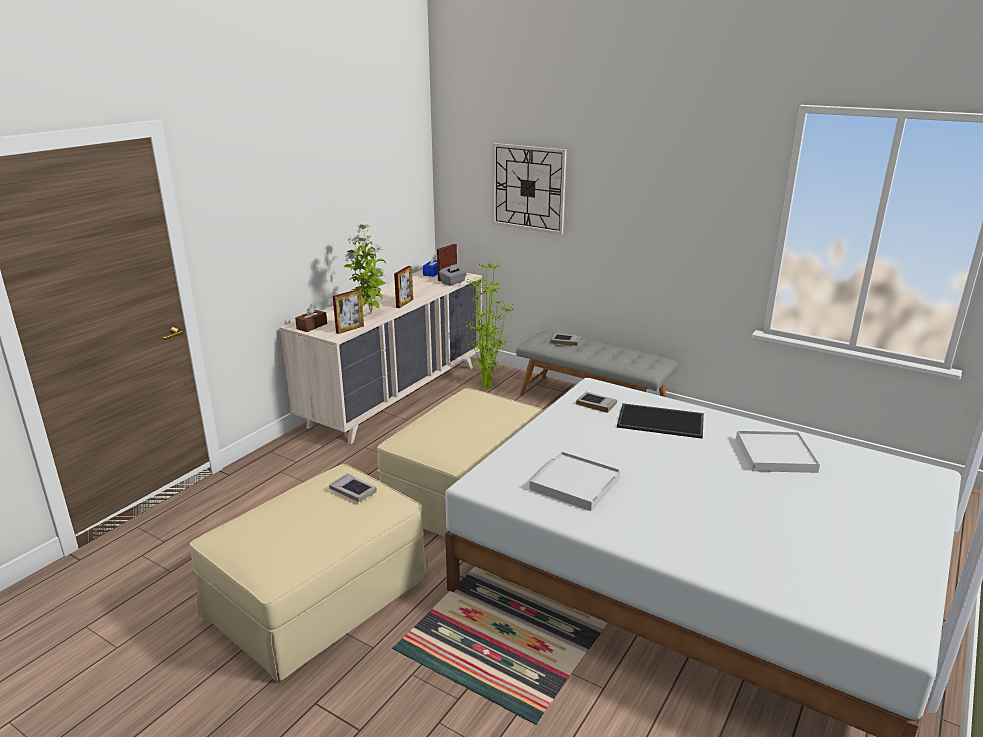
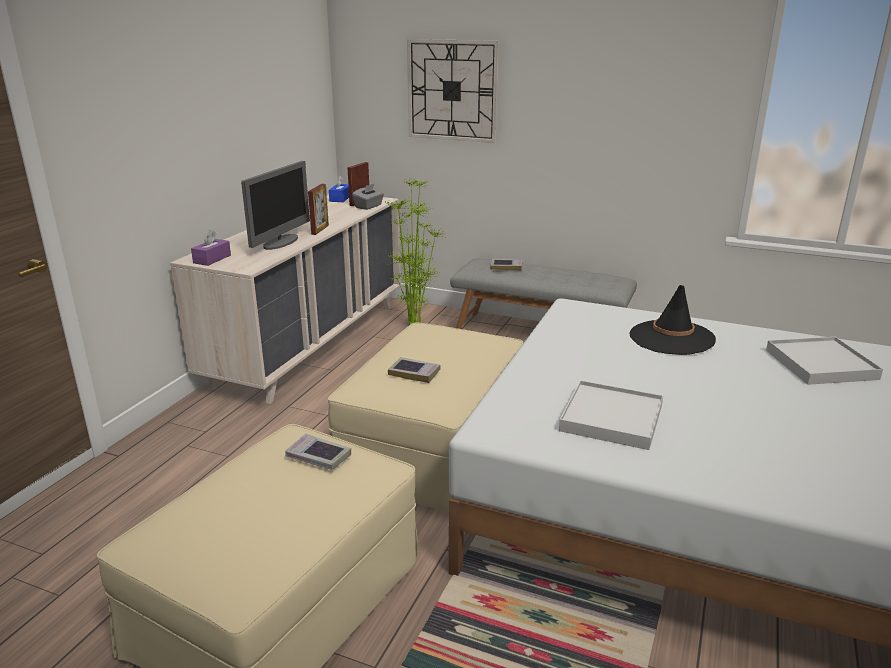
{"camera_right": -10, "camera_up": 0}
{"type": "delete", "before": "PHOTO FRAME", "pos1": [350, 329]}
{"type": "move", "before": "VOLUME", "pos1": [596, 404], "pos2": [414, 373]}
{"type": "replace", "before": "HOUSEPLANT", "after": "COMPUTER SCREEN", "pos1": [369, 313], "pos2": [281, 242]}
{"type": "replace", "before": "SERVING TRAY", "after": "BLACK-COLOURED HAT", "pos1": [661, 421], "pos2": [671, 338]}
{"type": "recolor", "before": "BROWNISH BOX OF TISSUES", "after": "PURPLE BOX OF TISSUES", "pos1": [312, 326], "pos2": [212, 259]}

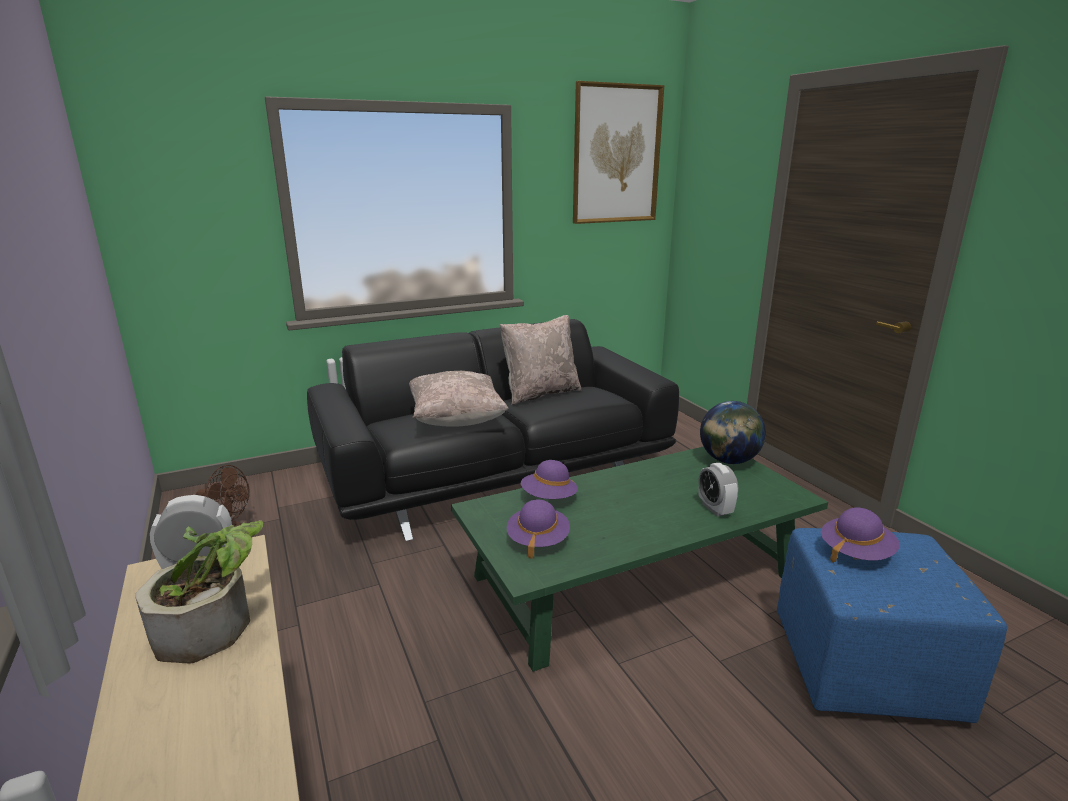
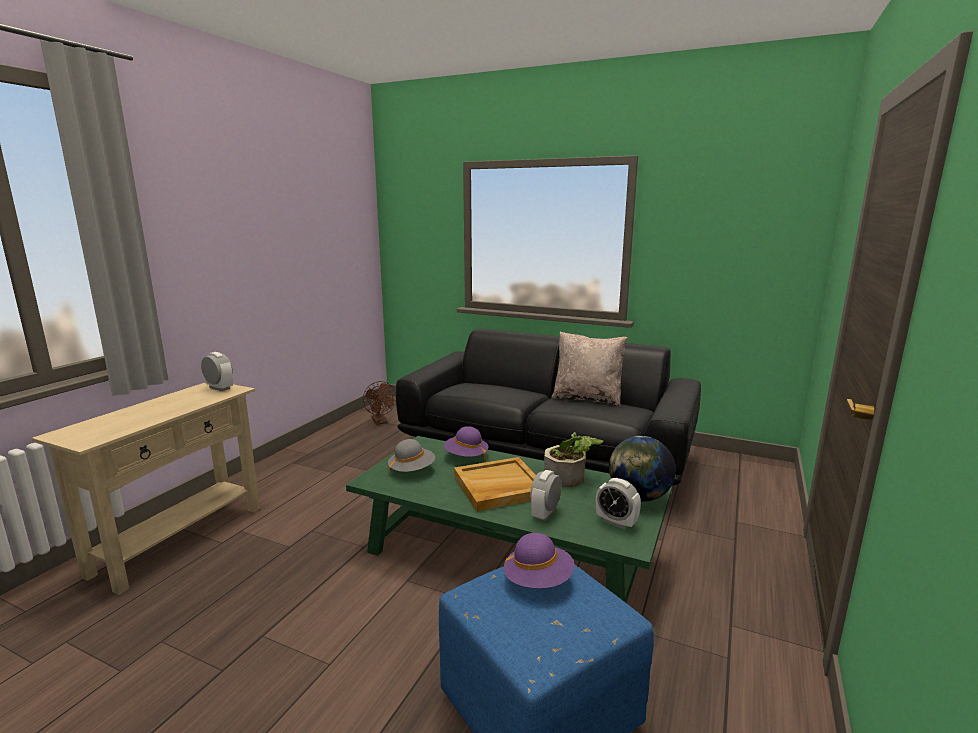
{"camera_right": 50, "camera_up": -5}
{"type": "delete", "before": "BEIGE THROW PILLOW", "pos1": [456, 420]}
{"type": "delete", "before": "PICTURE", "pos1": [616, 155]}
{"type": "insert", "after": "BEIGE SERVING TRAY", "pos2": [498, 487]}
{"type": "insert", "after": "ALARM CLOCK", "pos2": [616, 522]}
{"type": "move", "before": "HOUSEPLANT", "pos1": [215, 623], "pos2": [570, 477]}
{"type": "recolor", "before": "PURPLE HAT", "after": "GREYISH HAT", "pos1": [538, 540], "pos2": [412, 470]}

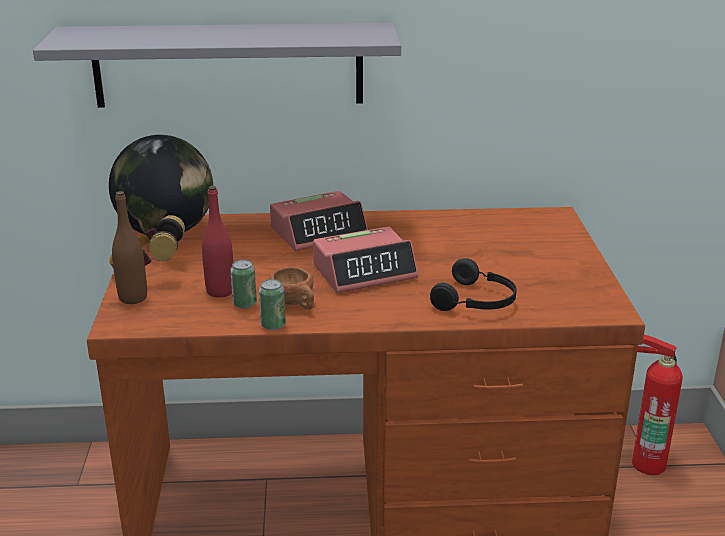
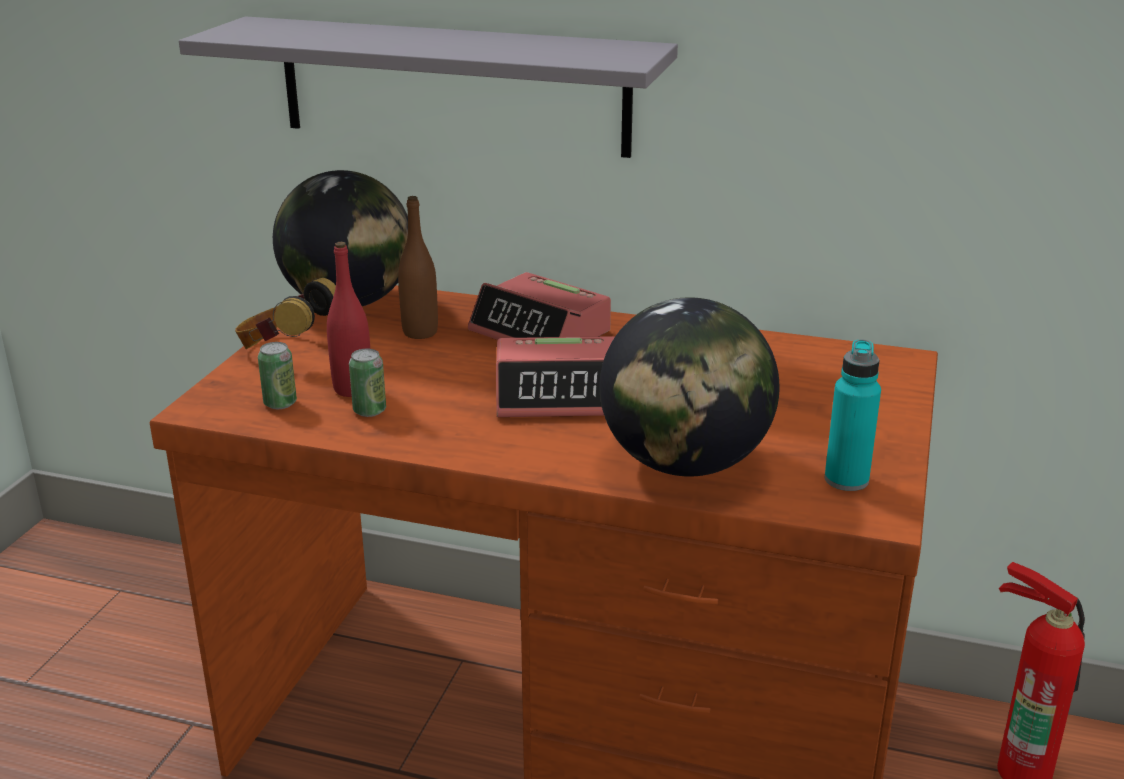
{"camera_right": 20, "camera_up": 0}
{"type": "delete", "before": "BROWNISH DRINKING CUP", "pos1": [296, 304]}
{"type": "insert", "after": "TURQUOISE DRINK BOTTLE", "pos2": [846, 480]}
{"type": "move", "before": "BROWNISH DRINK BOTTLE", "pos1": [133, 298], "pos2": [420, 332]}
{"type": "move", "before": "SEALED CAN", "pos1": [273, 325], "pos2": [280, 403]}
{"type": "replace", "before": "BLACK-COLOURED HEADSET", "after": "DESK GLOBE", "pos1": [476, 301], "pos2": [684, 464]}
{"type": "rotate", "before": "ALARM CLOCK", "pos1": [319, 232], "pos2": [540, 332], "turn": 45}

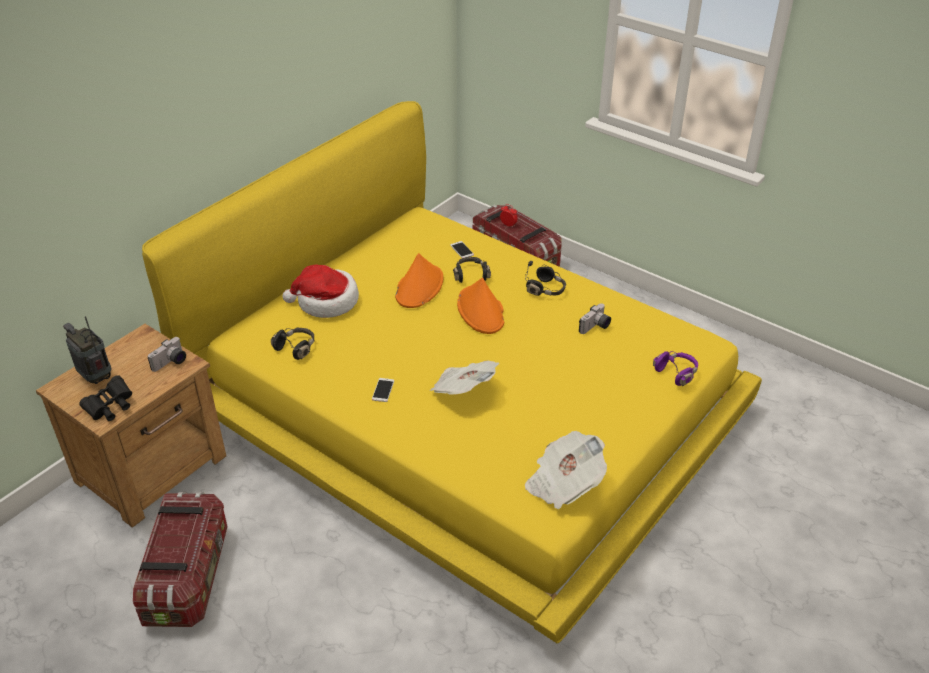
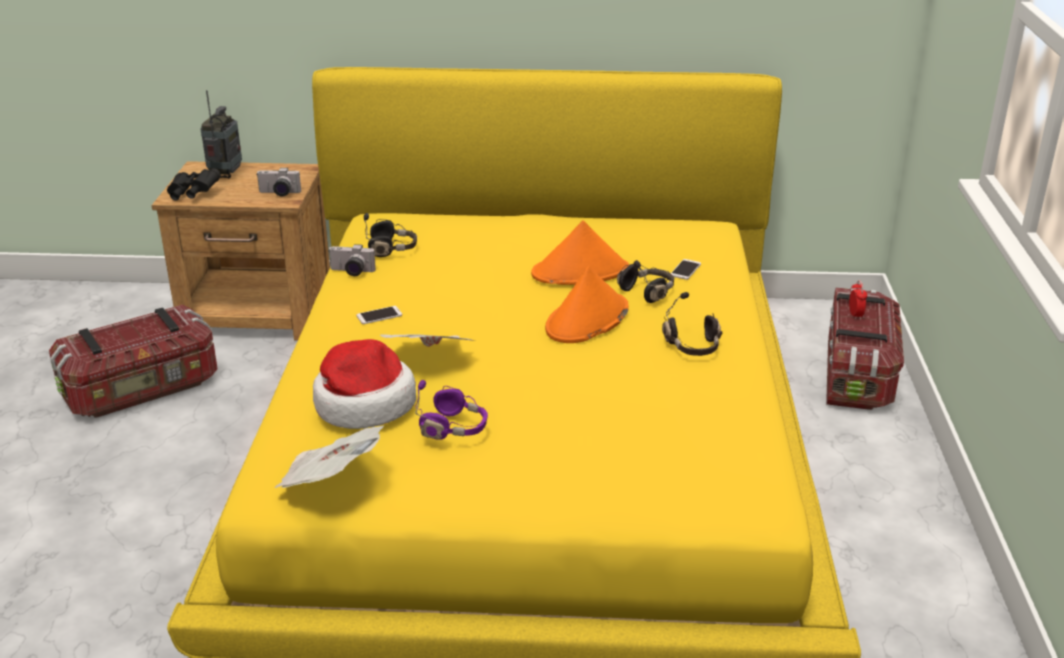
{"camera_right": 55, "camera_up": -10}
{"type": "move", "before": "HAT", "pos1": [326, 302], "pos2": [363, 404]}
{"type": "move", "before": "STILL CAMERA", "pos1": [595, 327], "pos2": [351, 272]}
{"type": "move", "before": "PURPLE HEADSET", "pos1": [676, 373], "pos2": [454, 428]}

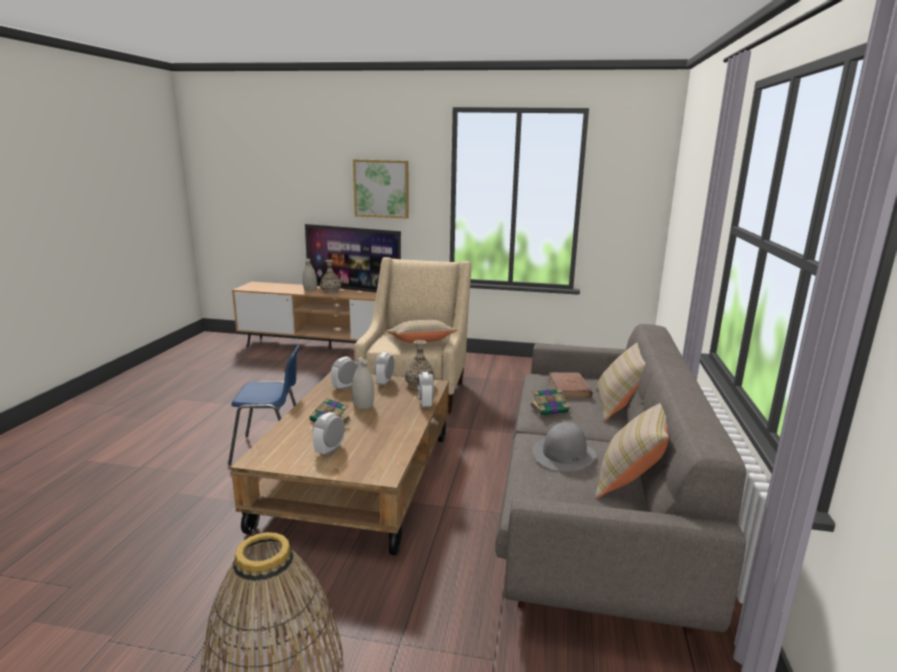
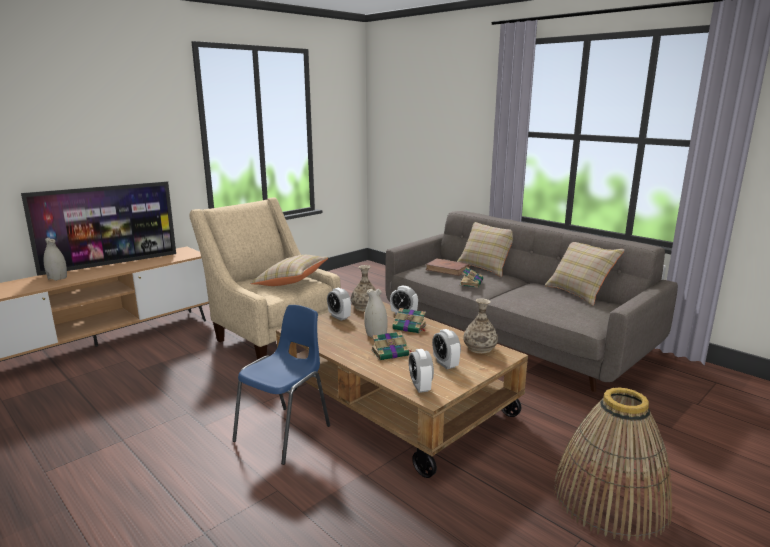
{"camera_right": -55, "camera_up": 0}
{"type": "delete", "before": "PICTURE", "pos1": [381, 188]}
{"type": "delete", "before": "GREYISH HAT", "pos1": [564, 454]}
{"type": "insert", "after": "VOLUME", "pos2": [410, 327]}
{"type": "move", "before": "VASE", "pos1": [331, 291], "pos2": [480, 348]}
{"type": "move", "before": "ALARM CLOCK", "pos1": [345, 387], "pos2": [420, 386]}

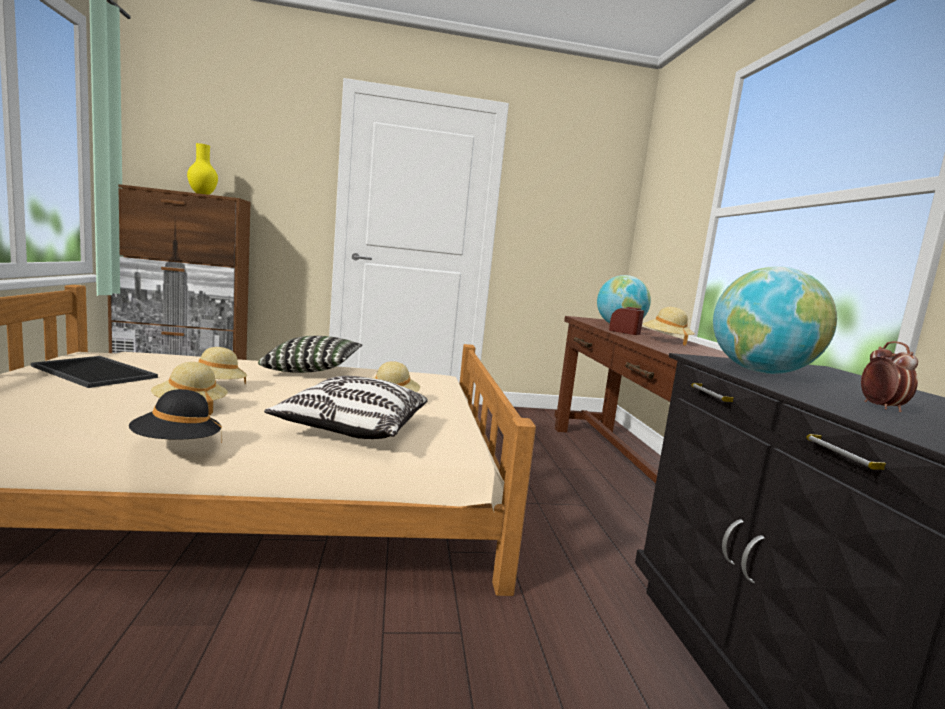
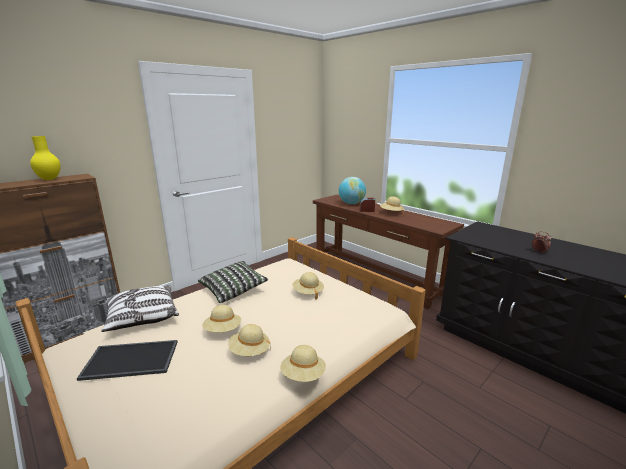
{"camera_right": -35, "camera_up": 10}
{"type": "delete", "before": "DESK GLOBE", "pos1": [760, 372]}
{"type": "move", "before": "THROW PILLOW", "pos1": [352, 428], "pos2": [142, 317]}
{"type": "recolor", "before": "BLACK-COLOURED HAT", "after": "BEIGE HAT", "pos1": [176, 445], "pos2": [303, 375]}

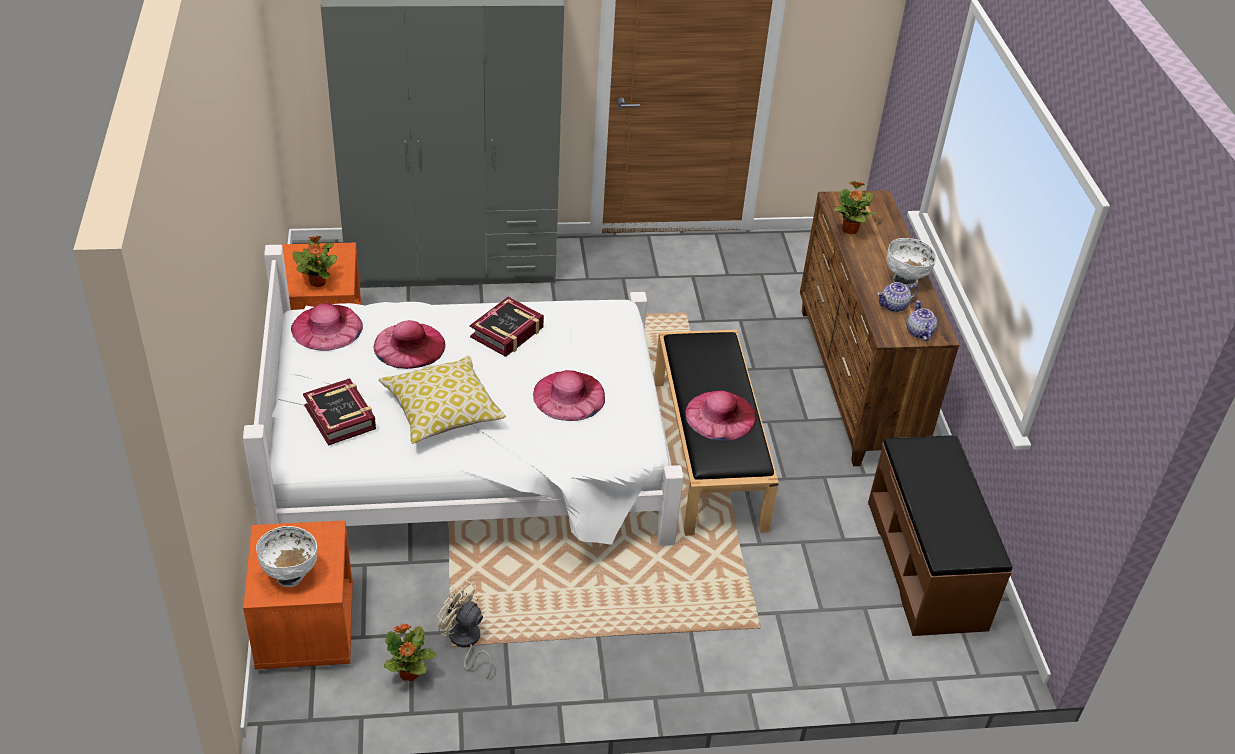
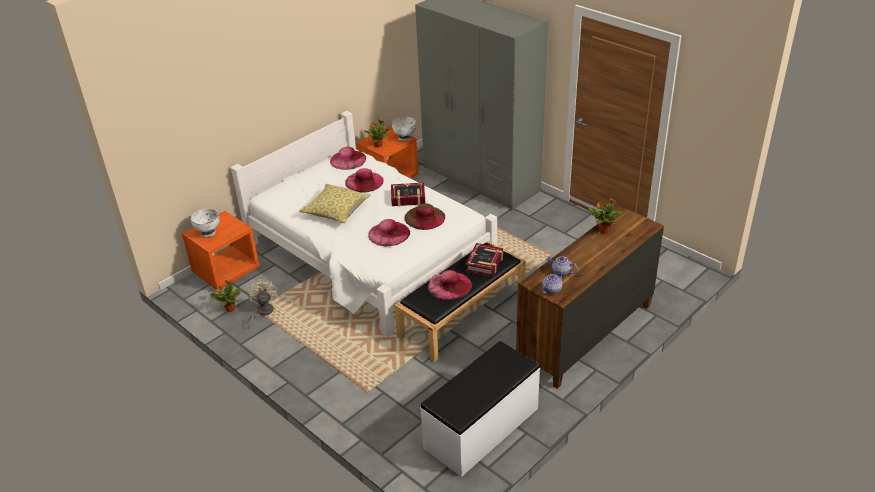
{"camera_right": 55, "camera_up": -5}
{"type": "insert", "after": "BROWNISH HAT", "pos2": [425, 217]}
{"type": "move", "before": "VOLUME", "pos1": [340, 417], "pos2": [484, 263]}
{"type": "move", "before": "WHITE-COLOURED DEEP DISH", "pos1": [905, 281], "pos2": [404, 138]}
{"type": "recolor", "before": "BROWNISH BENCH", "after": "WHITE-COLOURED BENCH", "pos1": [927, 564], "pos2": [482, 428]}

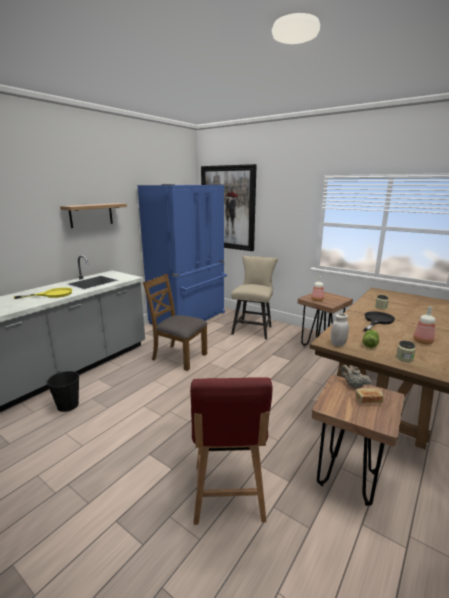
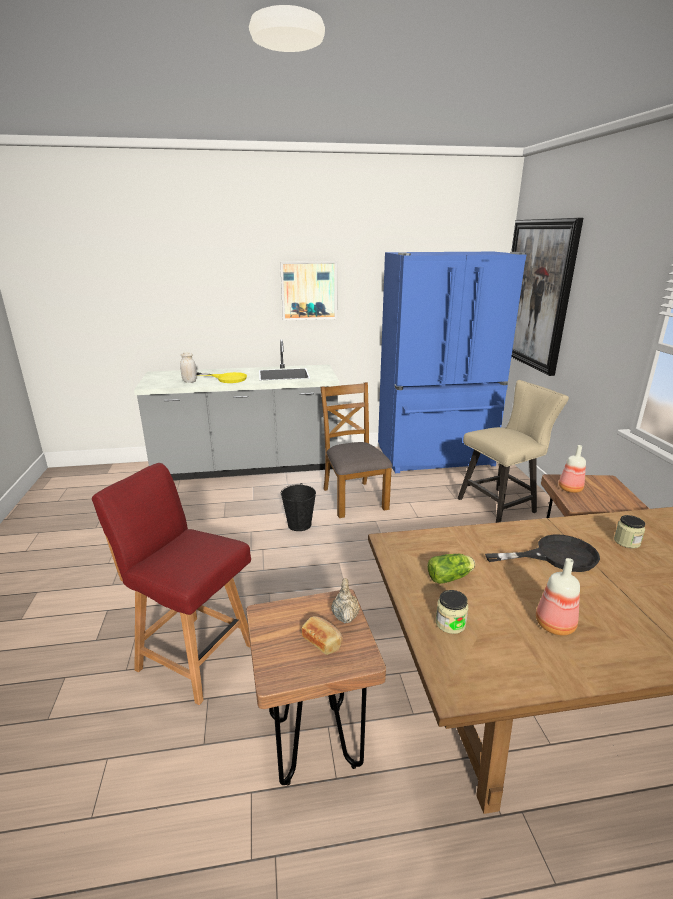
{"camera_right": 45, "camera_up": 5}
{"type": "move", "before": "BLACK-COLOURED WATER BUCKET", "pos1": [68, 405], "pos2": [299, 524]}
{"type": "move", "before": "WHITE-COLOURED PRESERVE JAR", "pos1": [338, 344], "pos2": [189, 381]}
{"type": "replace", "before": "WALL SHELF", "after": "PICTURE", "pos1": [91, 215], "pos2": [309, 290]}
{"type": "rotate", "before": "RED-COLOURED PLAIN CHAIR", "pos1": [228, 494], "pos2": [193, 655], "turn": 75}

